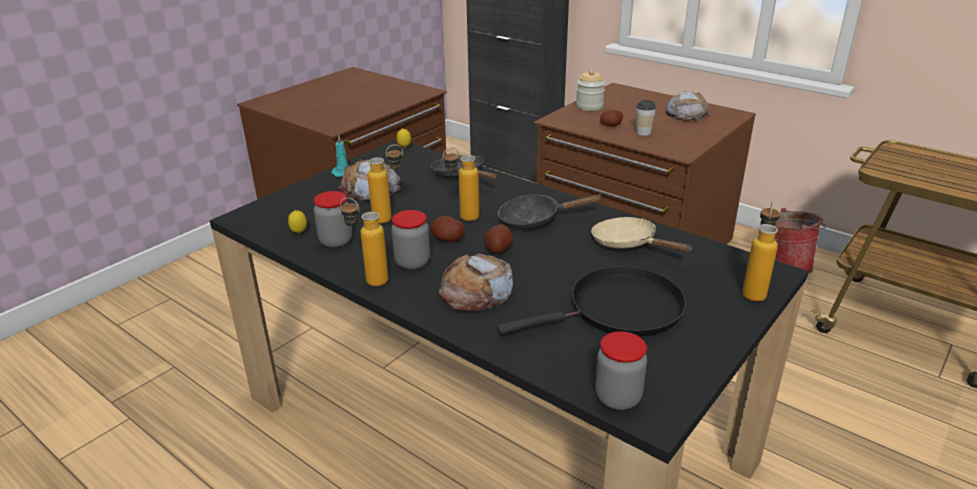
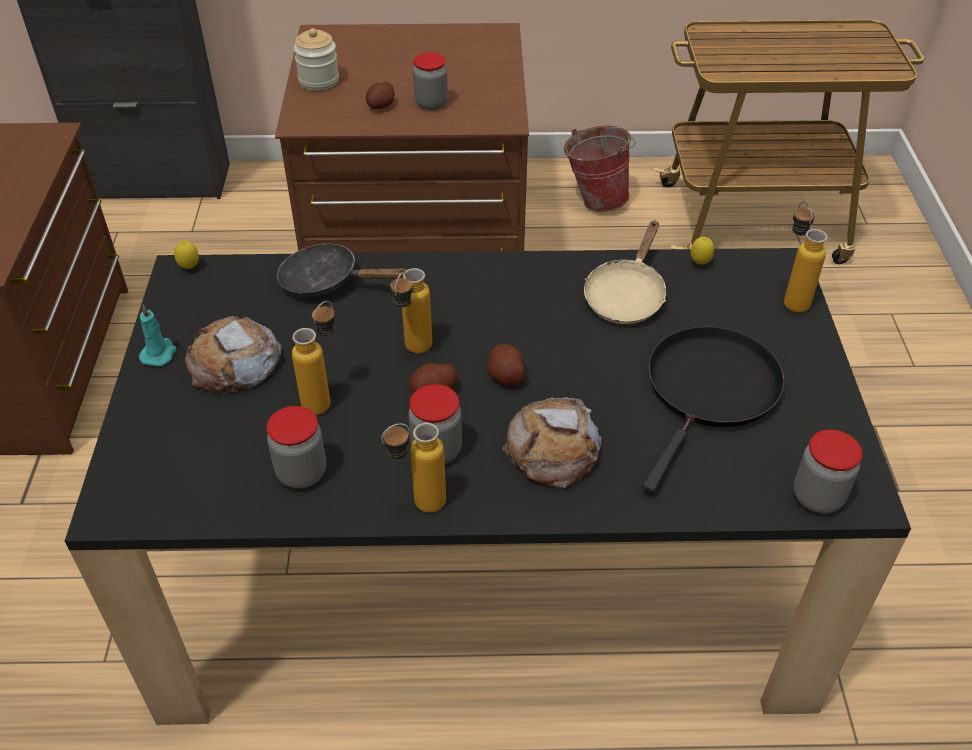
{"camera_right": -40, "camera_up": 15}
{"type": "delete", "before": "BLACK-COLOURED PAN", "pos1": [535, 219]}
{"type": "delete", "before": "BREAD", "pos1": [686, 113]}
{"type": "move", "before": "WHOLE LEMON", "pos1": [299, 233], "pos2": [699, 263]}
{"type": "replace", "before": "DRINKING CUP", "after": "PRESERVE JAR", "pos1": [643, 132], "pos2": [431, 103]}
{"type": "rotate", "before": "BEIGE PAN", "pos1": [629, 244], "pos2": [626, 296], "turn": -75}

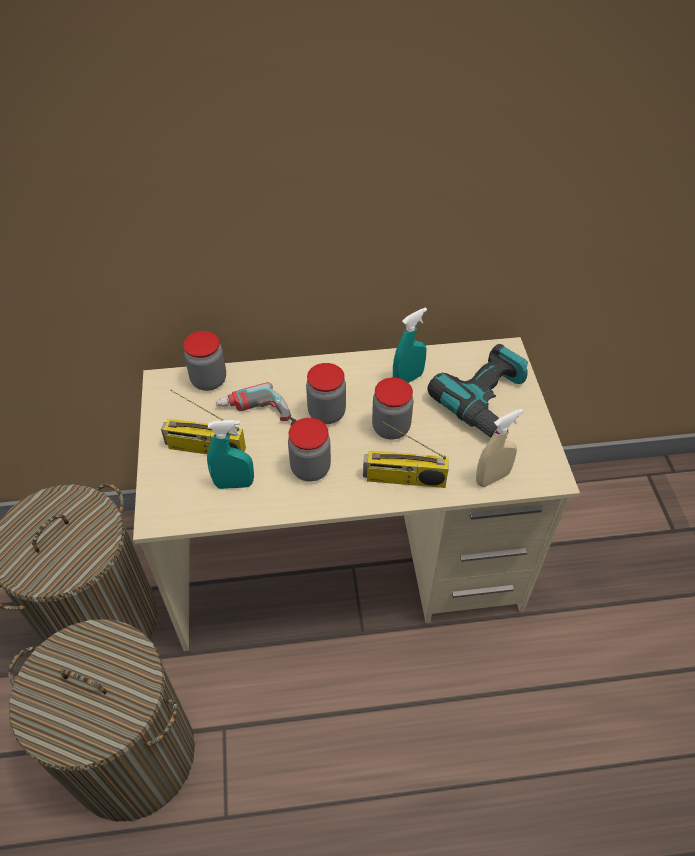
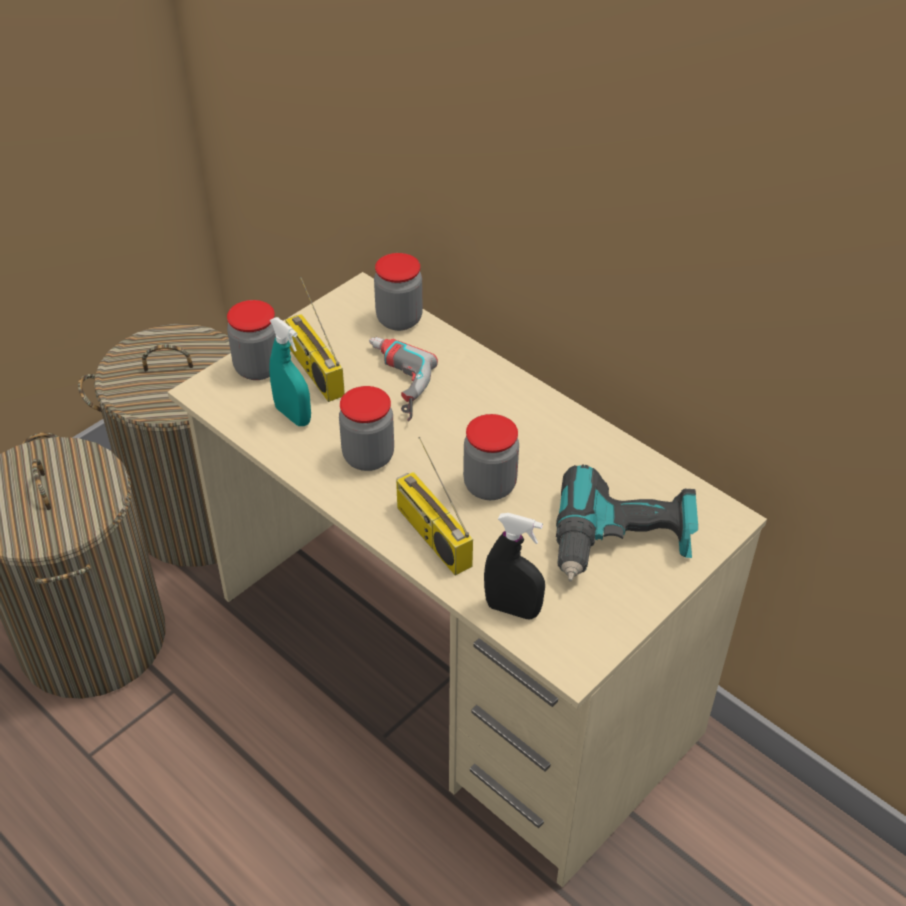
{"camera_right": 50, "camera_up": -5}
{"type": "delete", "before": "TURQUOISE SPRAYER", "pos1": [408, 379]}
{"type": "move", "before": "PRESERVE JAR", "pos1": [326, 413], "pos2": [258, 368]}
{"type": "recolor", "before": "BEIGE SPRAYER", "after": "BLACK-COLOURED SPRAYER", "pos1": [492, 478], "pos2": [512, 609]}

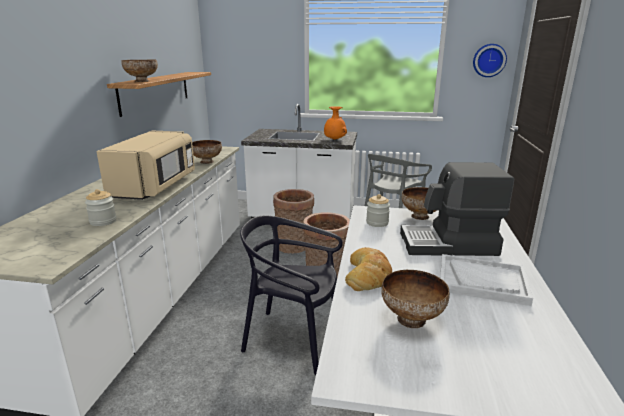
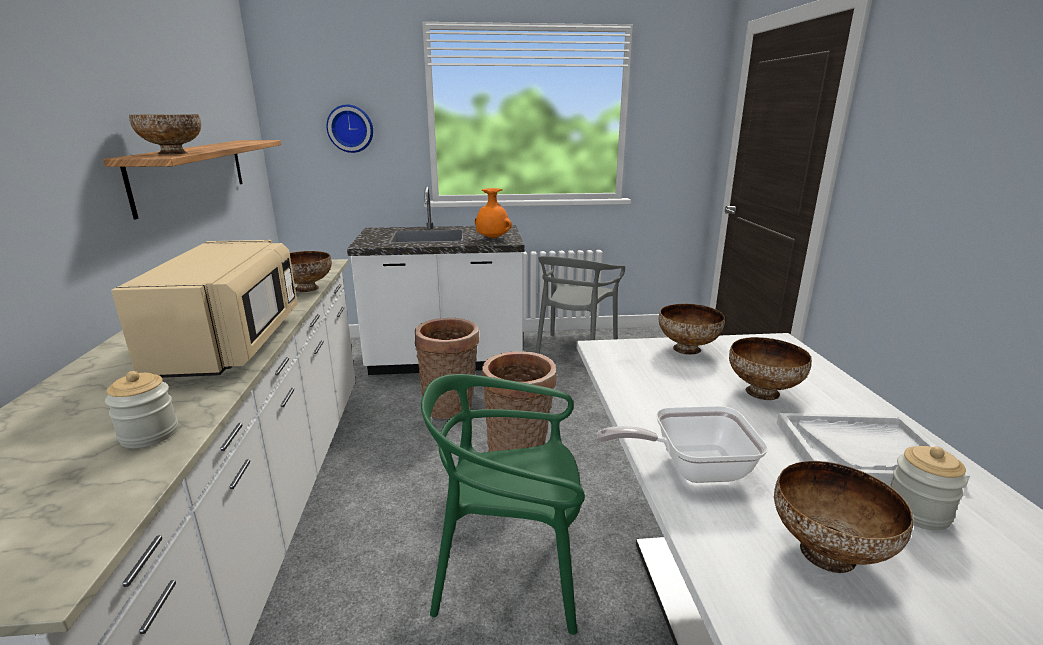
{"camera_right": -15, "camera_up": 0}
{"type": "move", "before": "PRESERVE JAR", "pos1": [377, 223], "pos2": [917, 511]}
{"type": "move", "before": "WALL CLOCK", "pos1": [489, 60], "pos2": [350, 128]}
{"type": "replace", "before": "BREAD", "after": "PAN", "pos1": [368, 274], "pos2": [691, 468]}
{"type": "replace", "before": "COFFEE MACHINE", "after": "DEEP DISH", "pos1": [449, 244], "pos2": [764, 392]}
{"type": "recolor", "before": "BLACK-COLOURED PLAIN CHAIR", "after": "GREEN-COLOURED PLAIN CHAIR", "pos1": [293, 339], "pos2": [509, 571]}

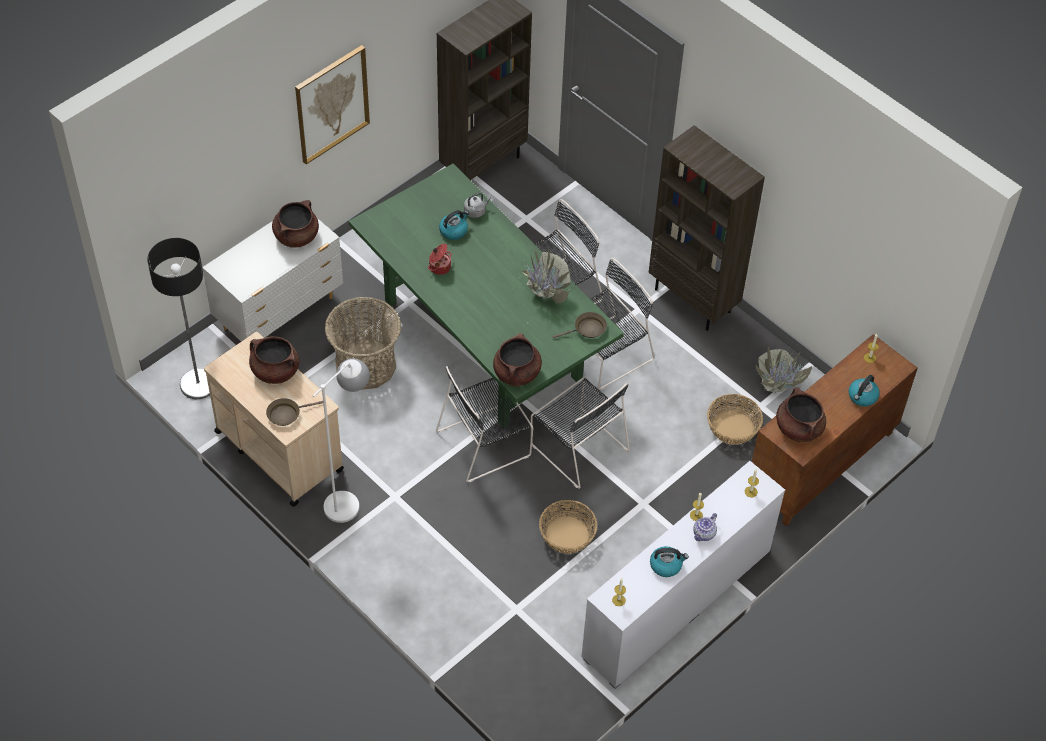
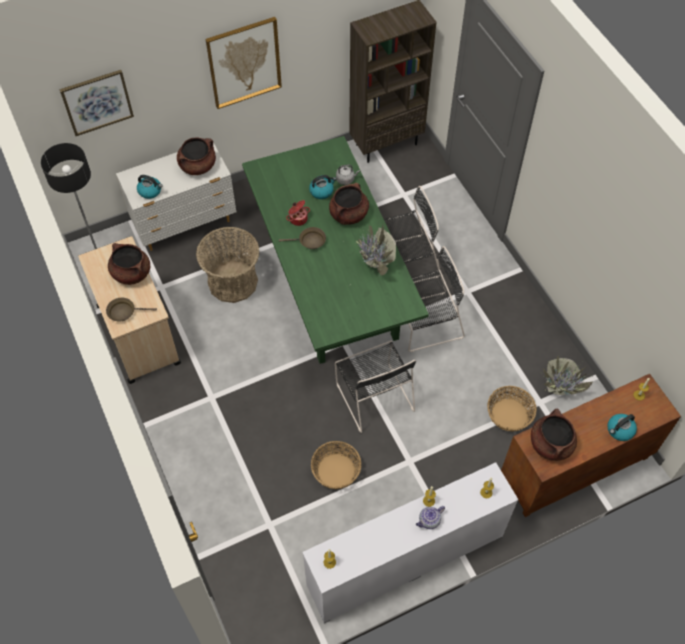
{"camera_right": 20, "camera_up": 5}
{"type": "delete", "before": "WHITE-COLOURED FLOOR LAMP", "pos1": [350, 498]}
{"type": "delete", "before": "BLACK-COLOURED PLAIN CHAIR", "pos1": [486, 442]}
{"type": "delete", "before": "BROWNISH SHELVING UNIT", "pos1": [693, 300]}
{"type": "insert", "after": "PICTURE", "pos2": [97, 102]}
{"type": "move", "before": "BROWNISH COOKING POT", "pos1": [517, 373], "pos2": [348, 215]}
{"type": "move", "before": "BROWNISH PAN", "pos1": [587, 329], "pos2": [309, 241]}
{"type": "move", "before": "KETTLE", "pos1": [666, 565], "pos2": [150, 191]}

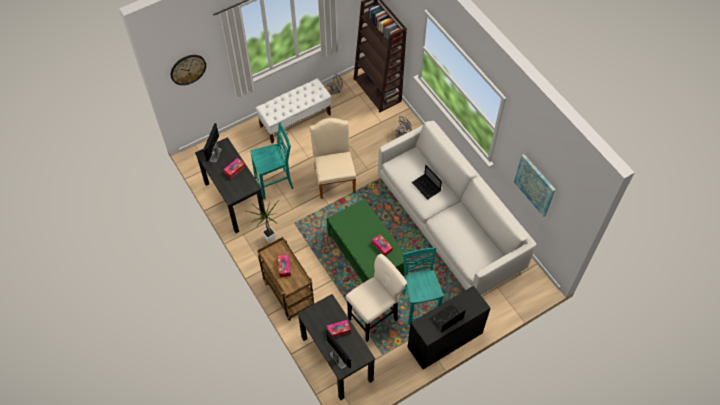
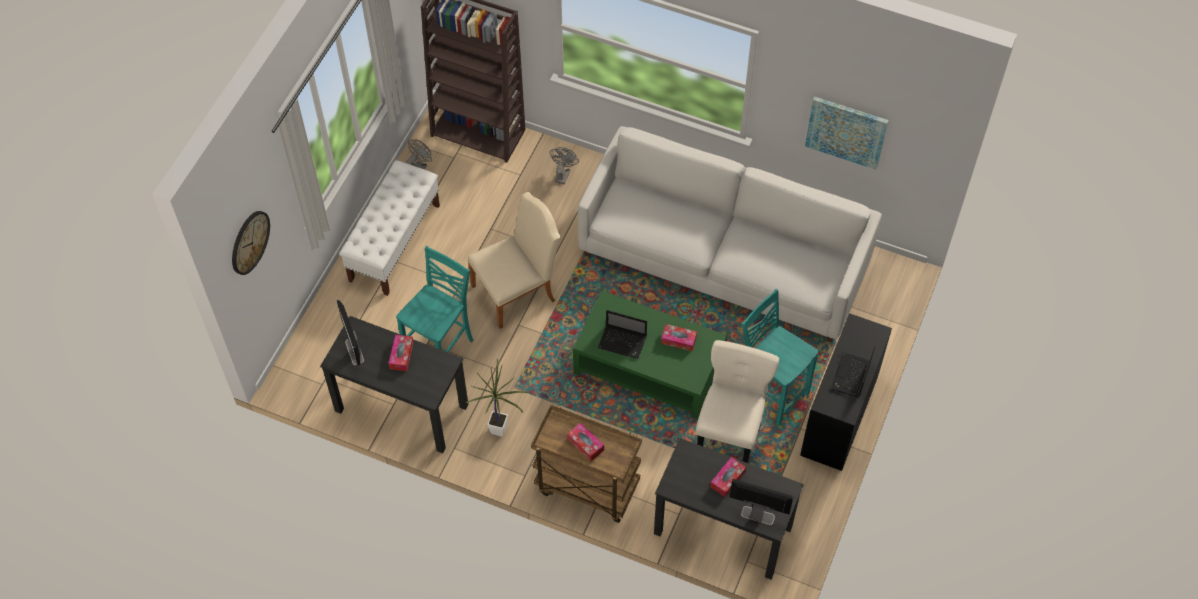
{"camera_right": -35, "camera_up": 0}
{"type": "move", "before": "PORTABLE COMPUTER", "pos1": [426, 187], "pos2": [623, 342]}
{"type": "rotate", "before": "BEIGE PLAIN CHAIR", "pos1": [334, 177], "pos2": [518, 290], "turn": 105}

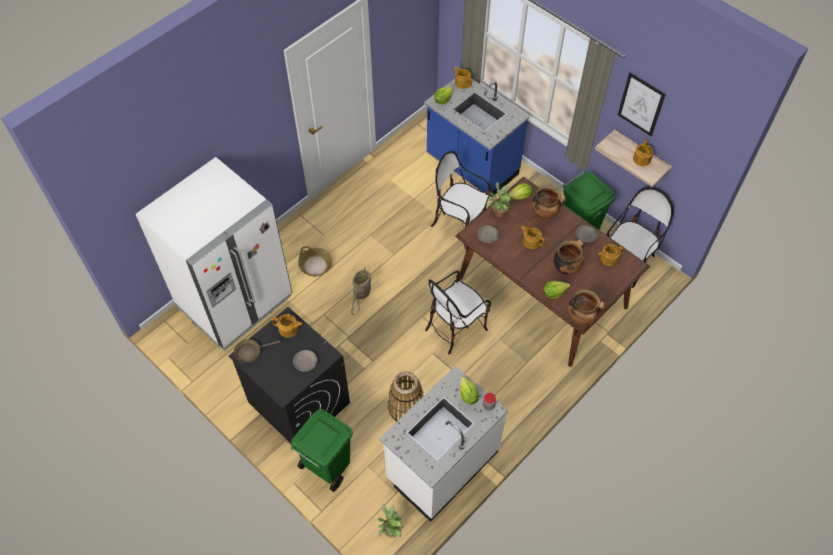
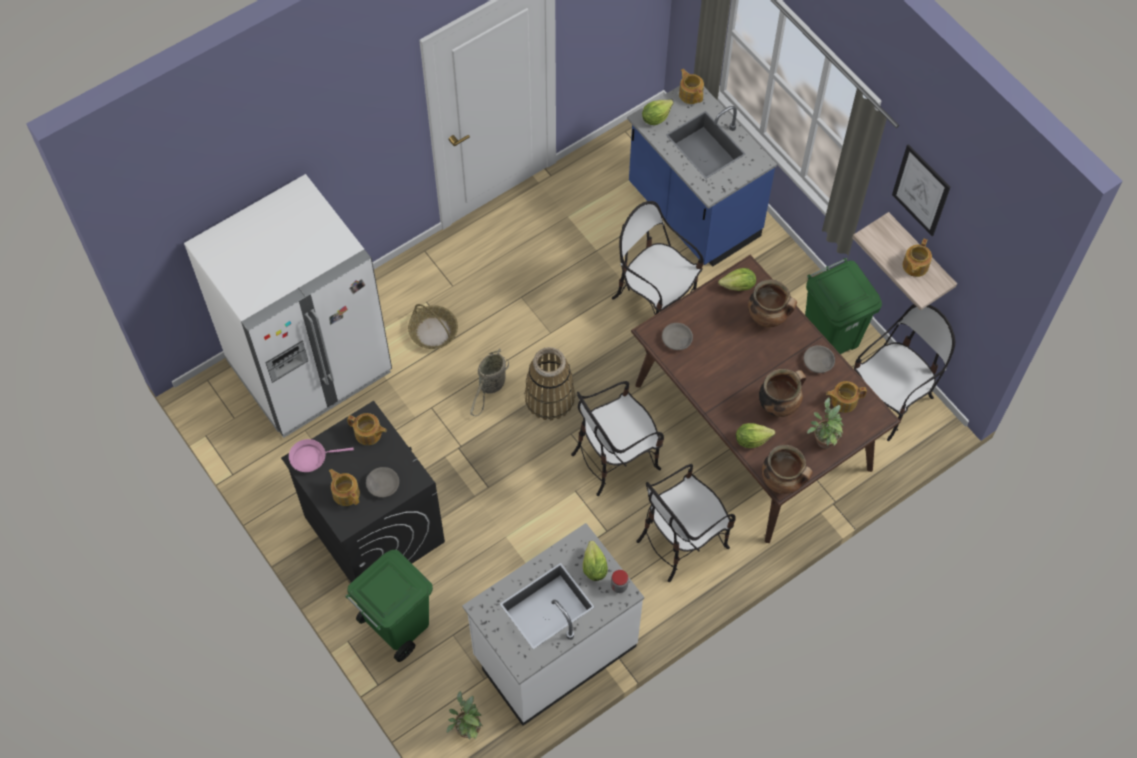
{"camera_right": 10, "camera_up": 5}
{"type": "insert", "after": "PLAIN CHAIR", "pos2": [682, 540]}
{"type": "move", "before": "HOUSEHOLD BASKET", "pos1": [406, 407], "pos2": [549, 397]}
{"type": "move", "before": "HOUSEPLANT", "pos1": [498, 212], "pos2": [823, 438]}
{"type": "move", "before": "TEA POT", "pos1": [531, 241], "pos2": [346, 493]}
{"type": "recolor", "before": "BROWNISH PAN", "after": "PINK PAN", "pos1": [250, 352], "pos2": [311, 457]}

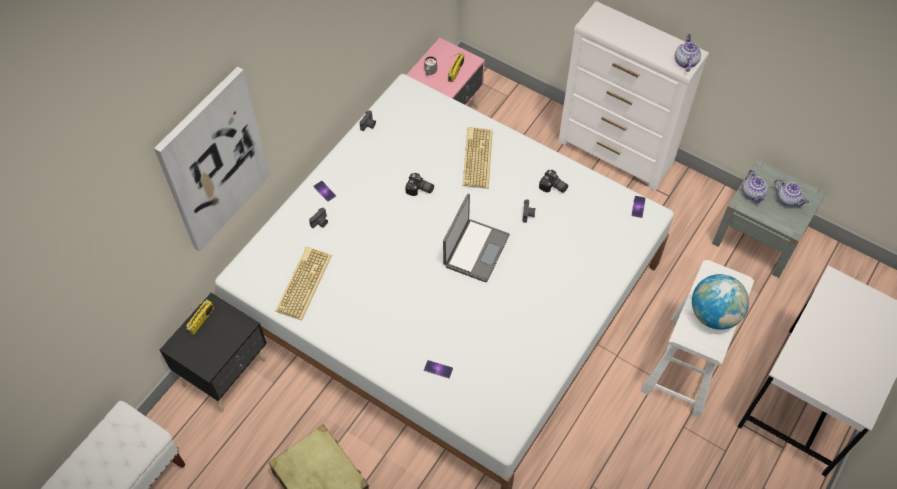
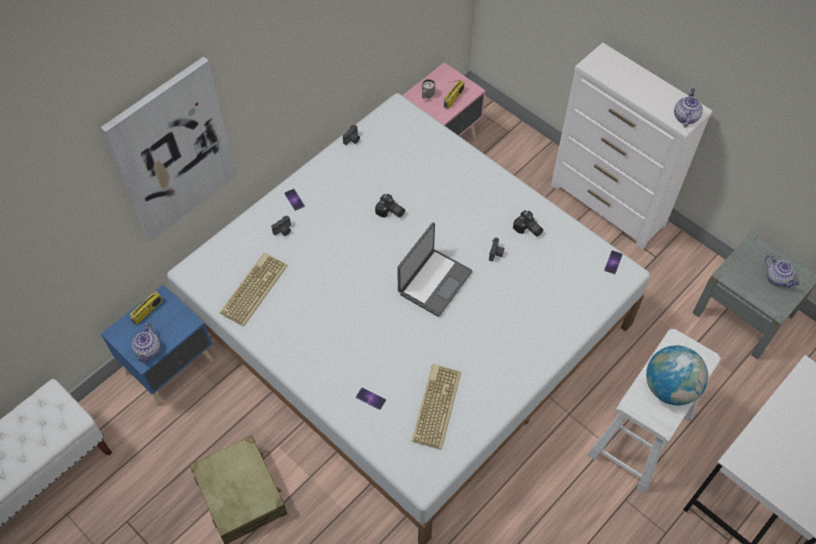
{"camera_right": 10, "camera_up": 0}
{"type": "move", "before": "COMPUTER KEYBOARD", "pos1": [476, 157], "pos2": [435, 405]}
{"type": "move", "before": "TEA POT", "pos1": [753, 194], "pos2": [148, 350]}
{"type": "recolor", "before": "BLACK-COLOURED NIGHTSTAND", "after": "BLUE NIGHTSTAND", "pos1": [227, 372], "pos2": [172, 367]}

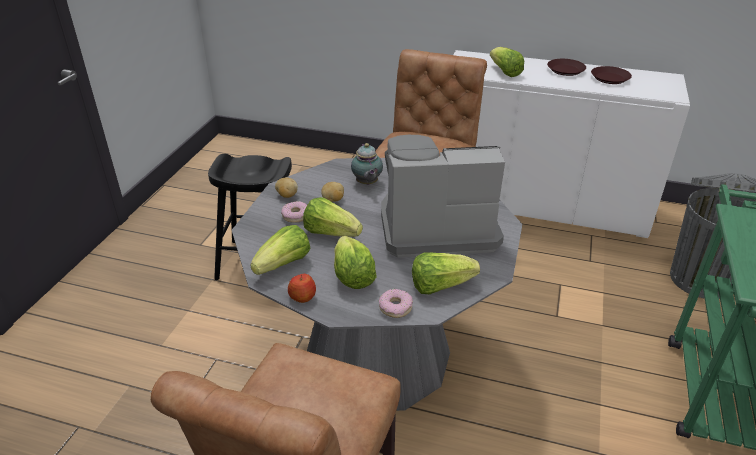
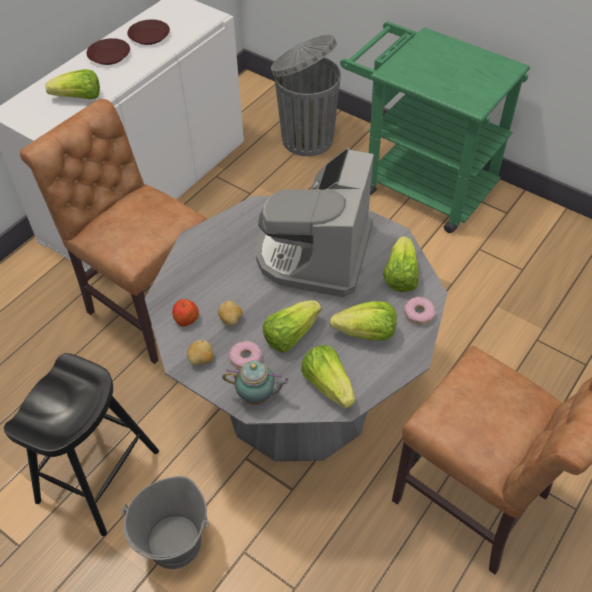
{"camera_right": -70, "camera_up": 15}
{"type": "insert", "after": "GREYISH WATER BUCKET", "pos2": [175, 543]}
{"type": "move", "before": "APPLE", "pos1": [302, 297], "pos2": [186, 319]}
{"type": "move", "before": "TEA POT", "pos1": [367, 183], "pos2": [258, 396]}

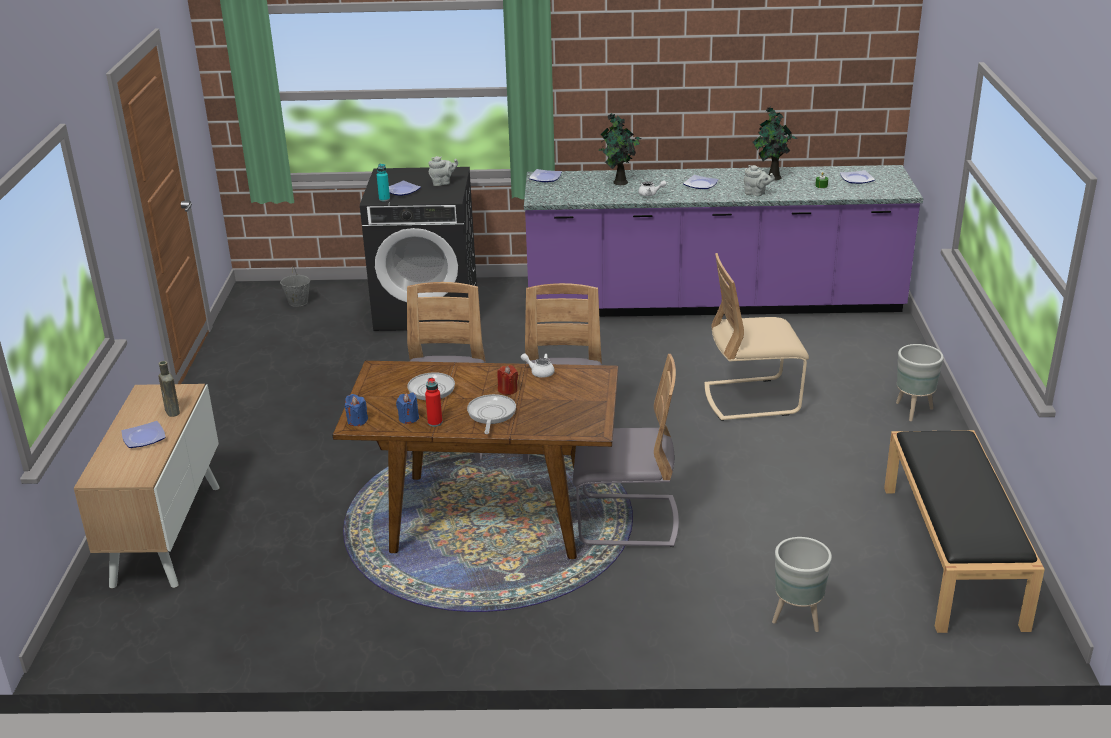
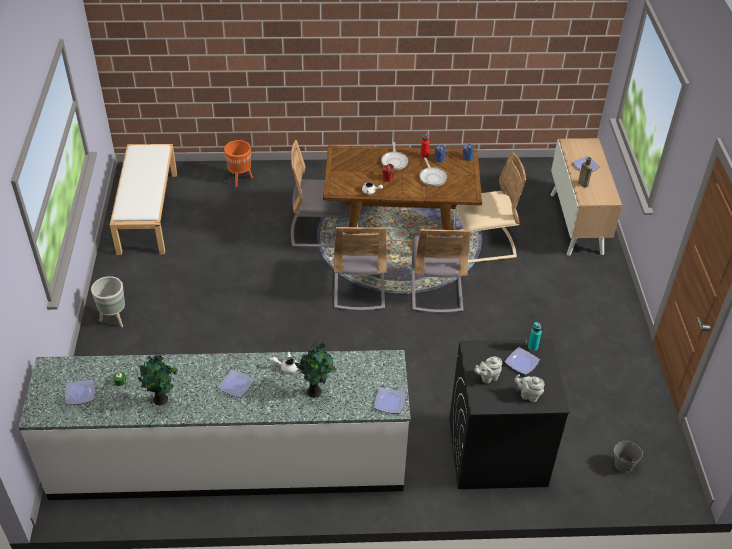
{"camera_right": 175, "camera_up": 15}
{"type": "move", "before": "BEIGE PLAIN CHAIR", "pos1": [751, 399], "pos2": [484, 245]}
{"type": "move", "before": "GREYISH TEA POT", "pos1": [756, 194], "pos2": [528, 395]}
{"type": "recolor", "before": "PURPLE KITCHEN BASE UNIT", "after": "WHITE-COLOURED KITCHEN BASE UNIT", "pos1": [713, 303], "pos2": [229, 461]}
{"type": "recolor", "before": "GREYISH PLANT POT", "after": "ORANGE PLANT POT", "pos1": [797, 619], "pos2": [240, 179]}
{"type": "recolor", "before": "BLACK-COLOURED BENCH", "after": "WHITE-COLOURED BENCH", "pos1": [953, 555], "pos2": [147, 212]}

